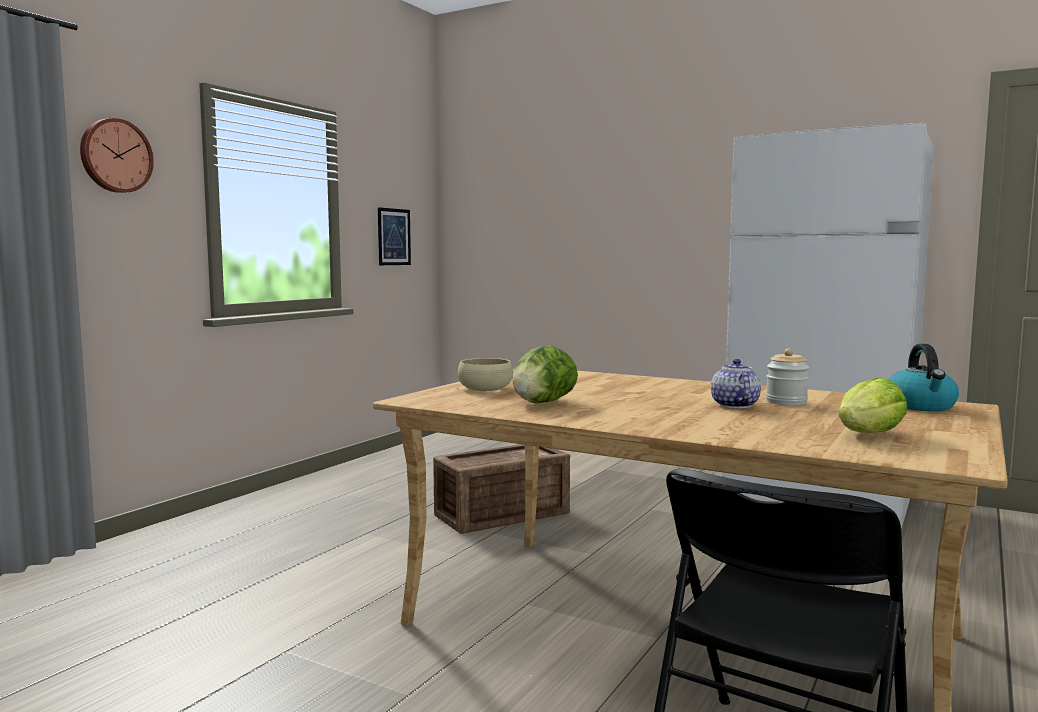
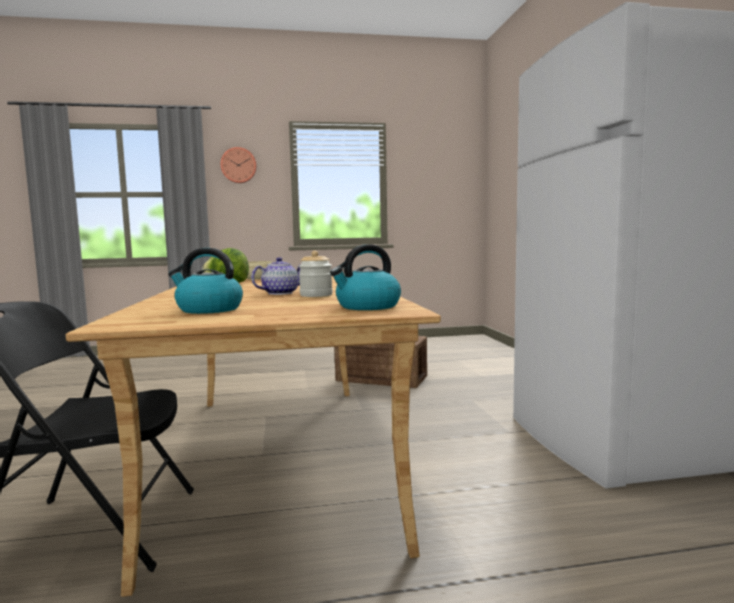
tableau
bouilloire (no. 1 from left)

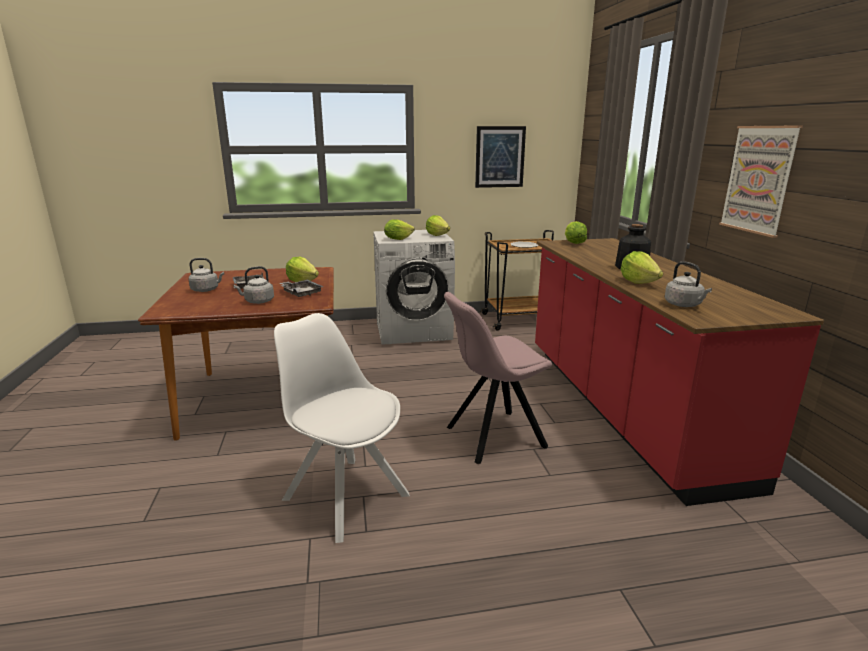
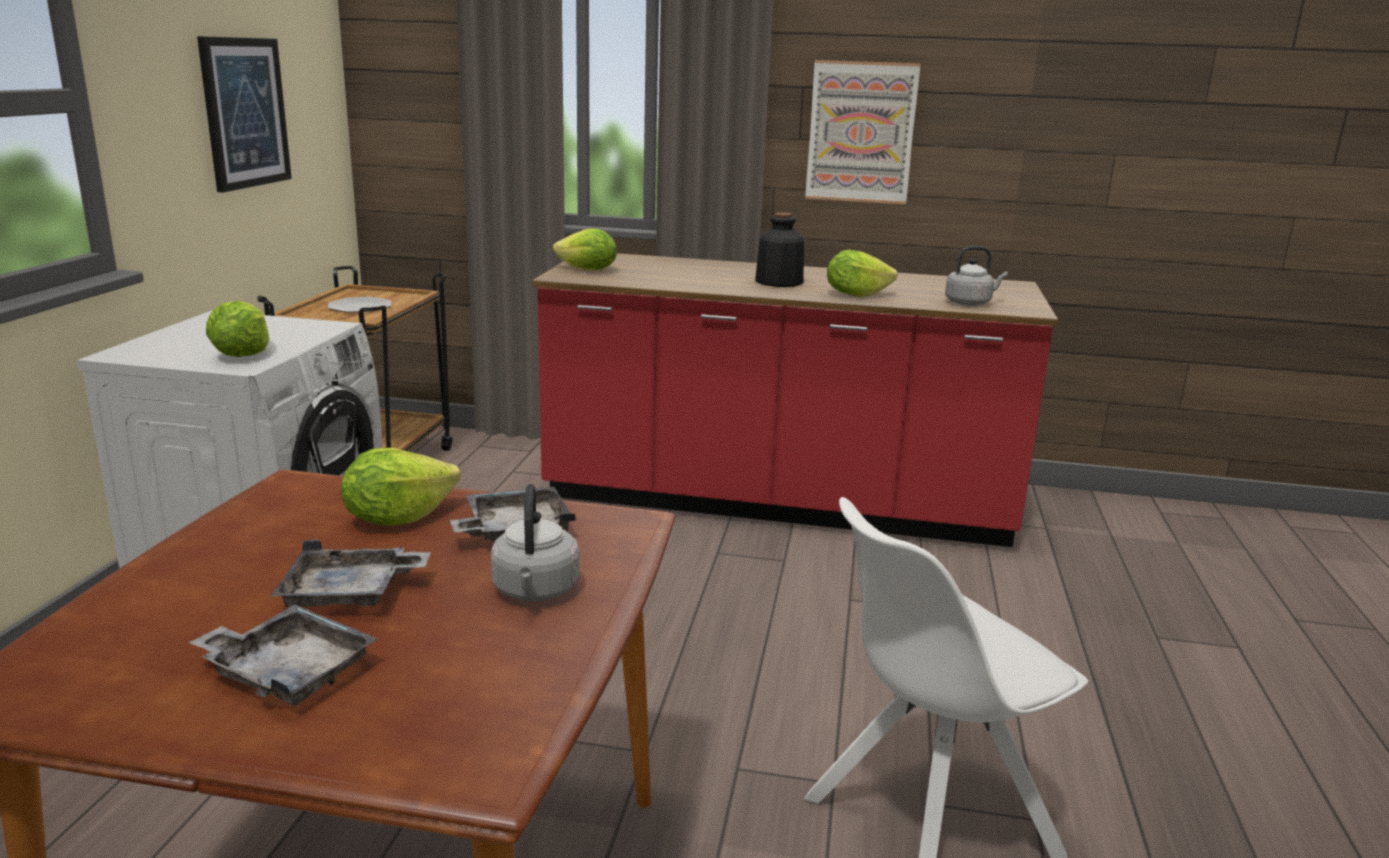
plateau/gris (no. 1 from left)
laitue (no. 3 from left in the first image)
chaise/rose

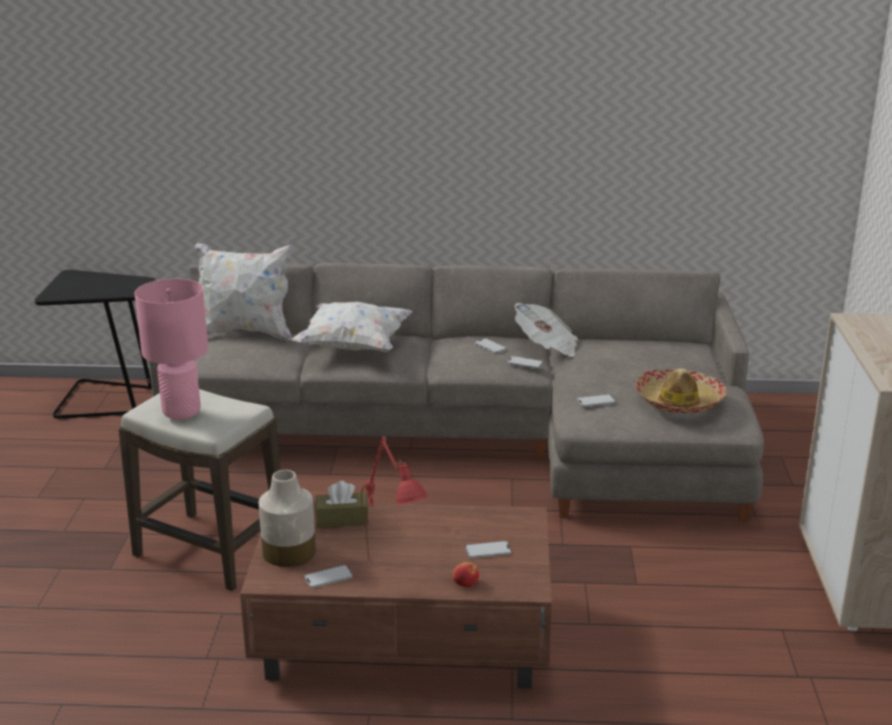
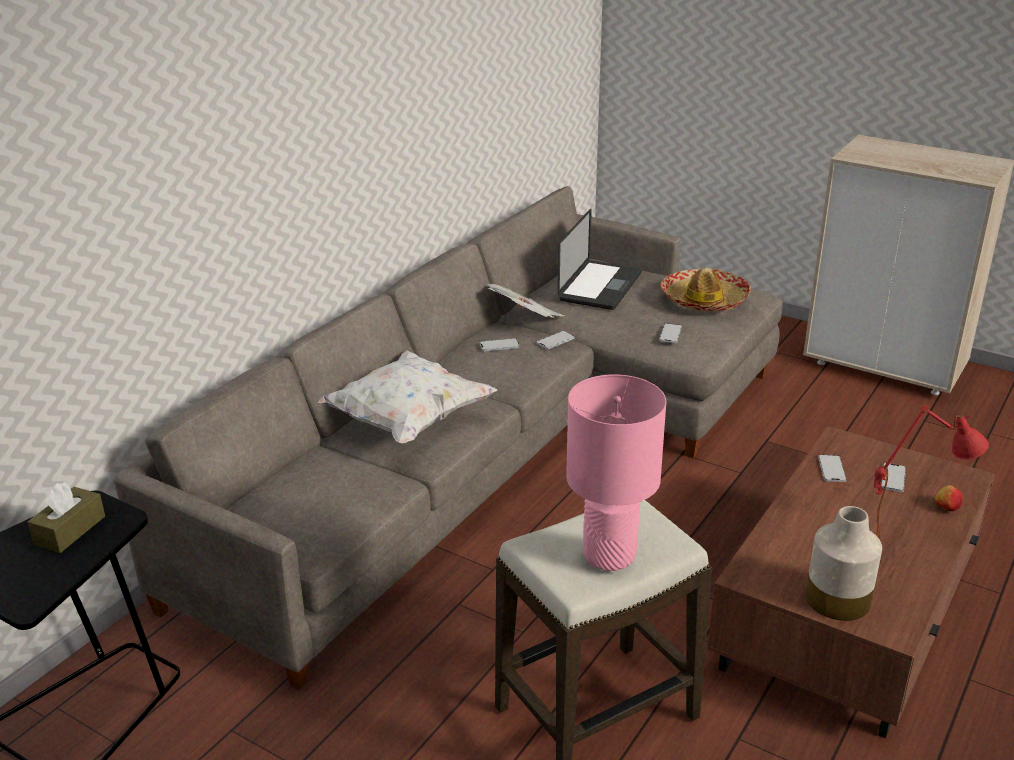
coussin/blanc (no. 1 from left in the first image)
téléphone (no. 4 from left)
boîte à mouchoirs/marron
ordinateur portable

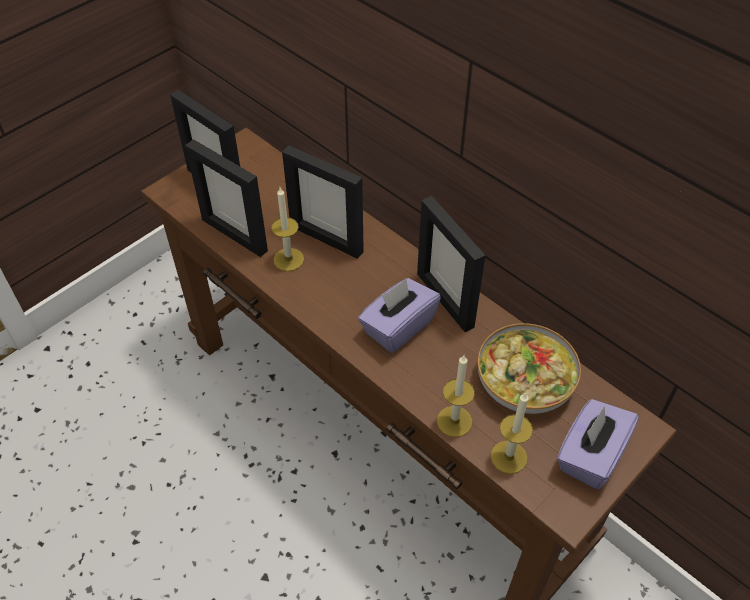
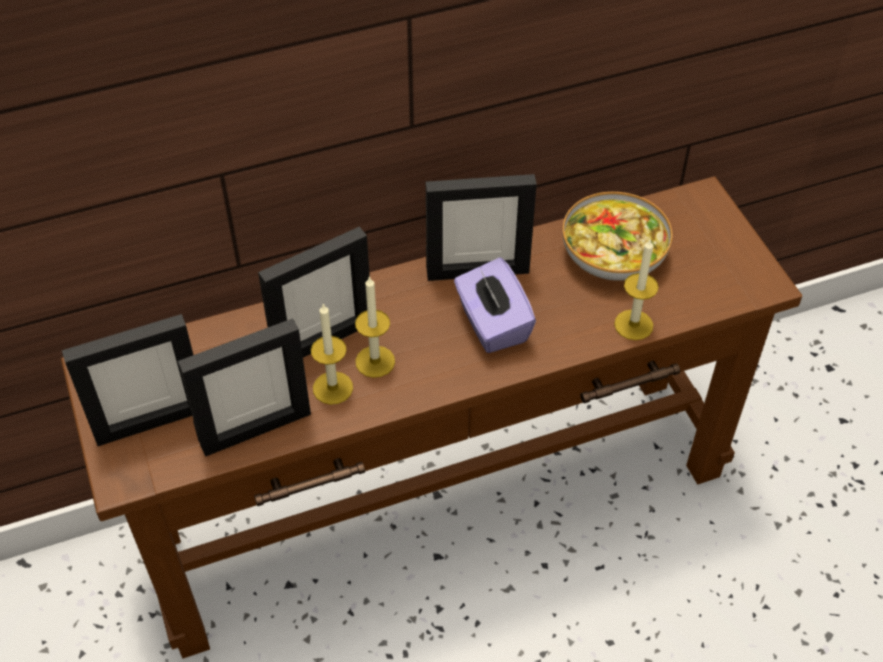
bougie (no. 2 from left)
boîte à mouchoirs/violet (no. 2 from left in the first image)

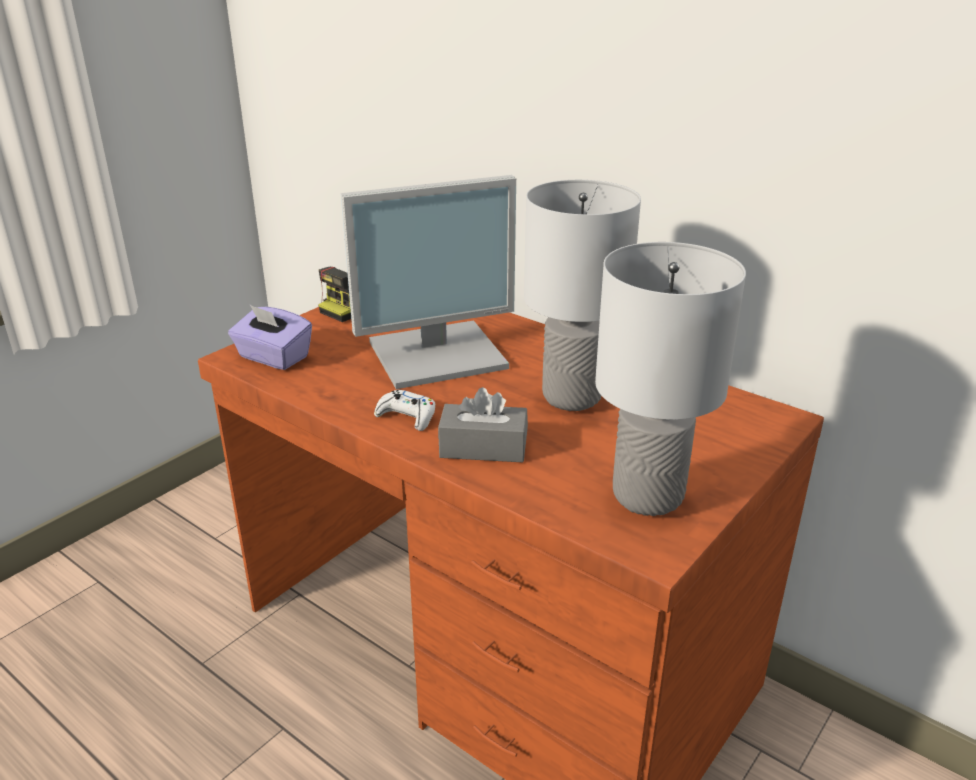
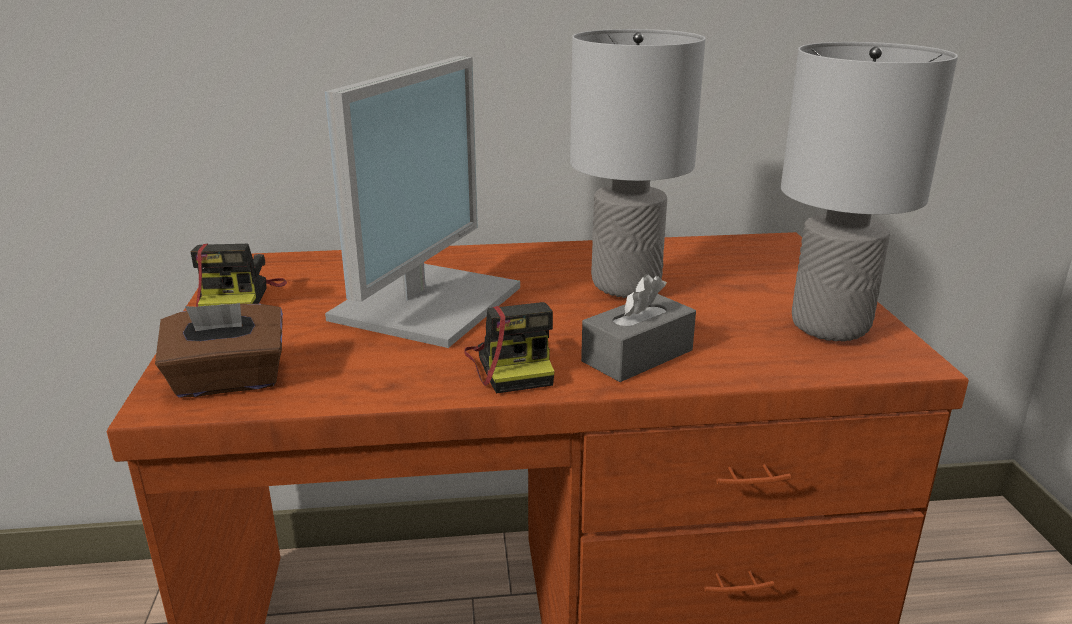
boîte à mouchoirs/marron
appareil photo (no. 2 from left)

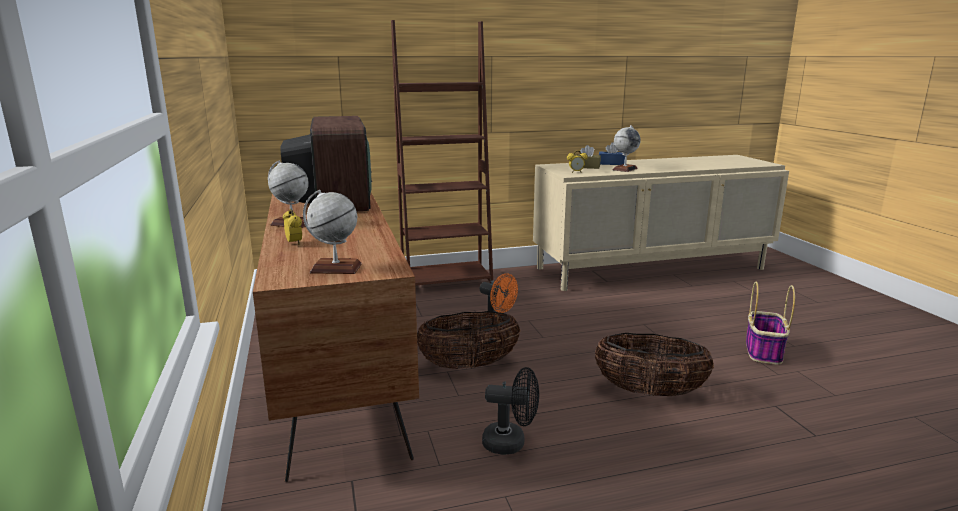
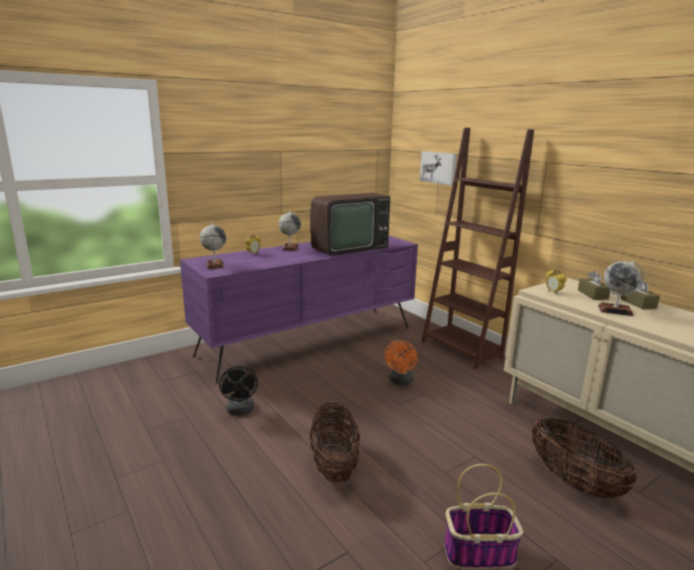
meuble télé/violet
panier (no. 3 from left)
boîte à mouchoirs/marron (no. 2 from left)
tableau

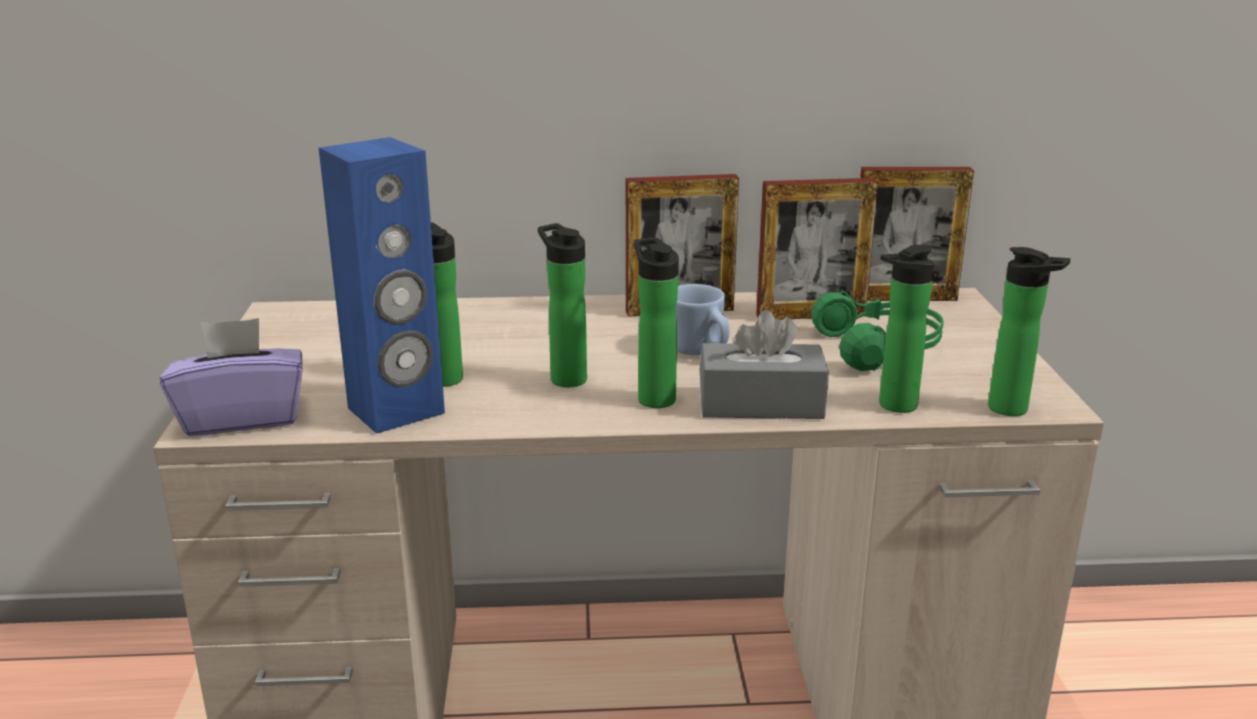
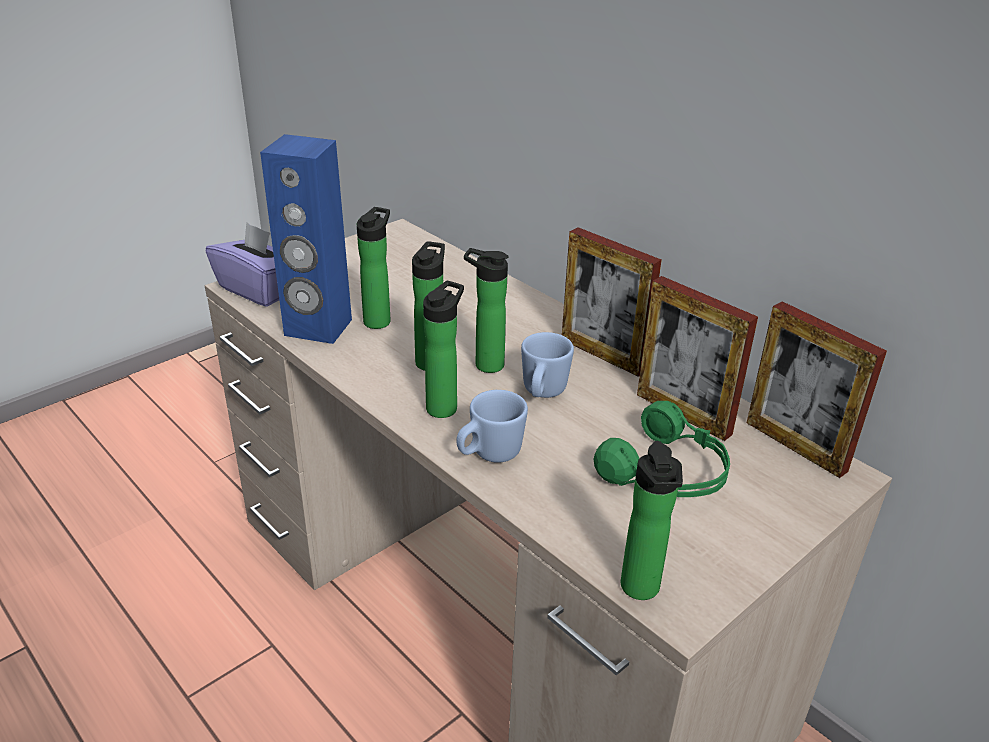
mug/bleu (no. 1 from left)
bouteille (no. 4 from left)

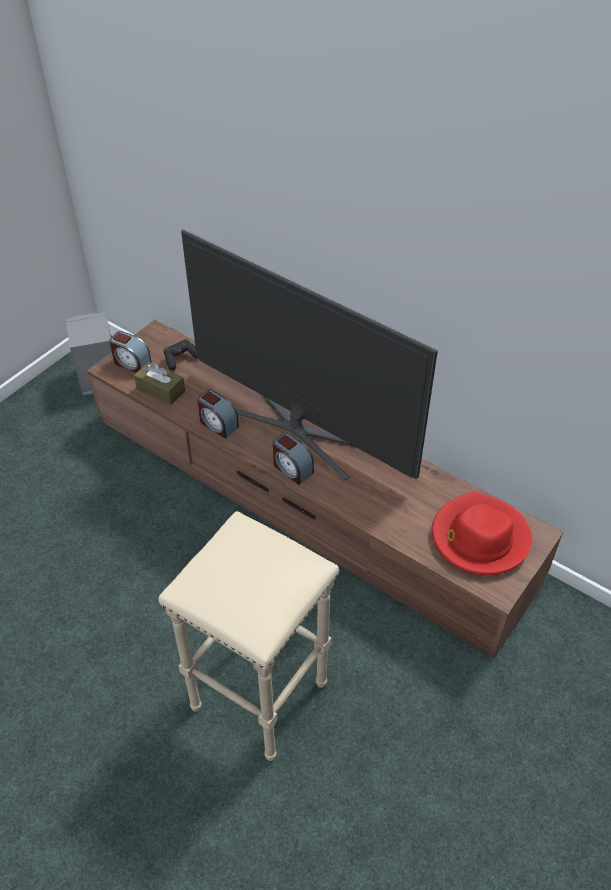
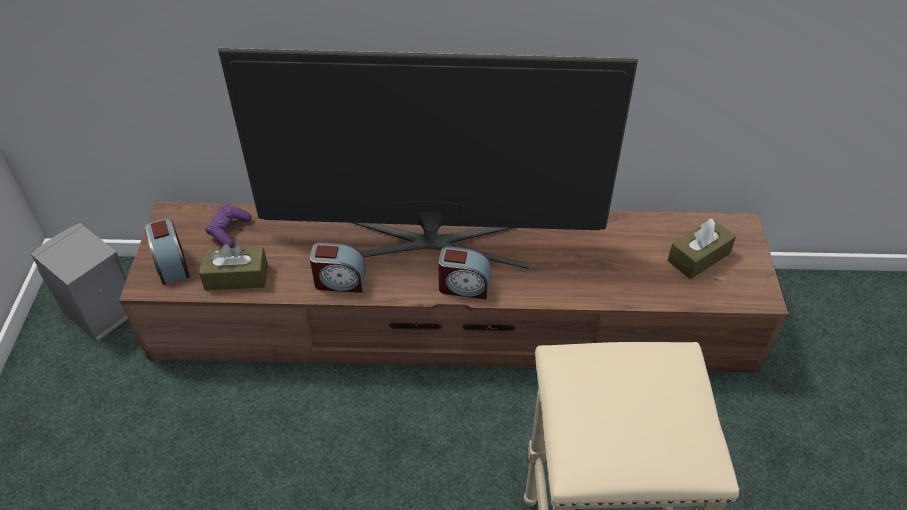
réveil (no. 1 from left)
manette/violet
boîte à mouchoirs/marron (no. 2 from left)

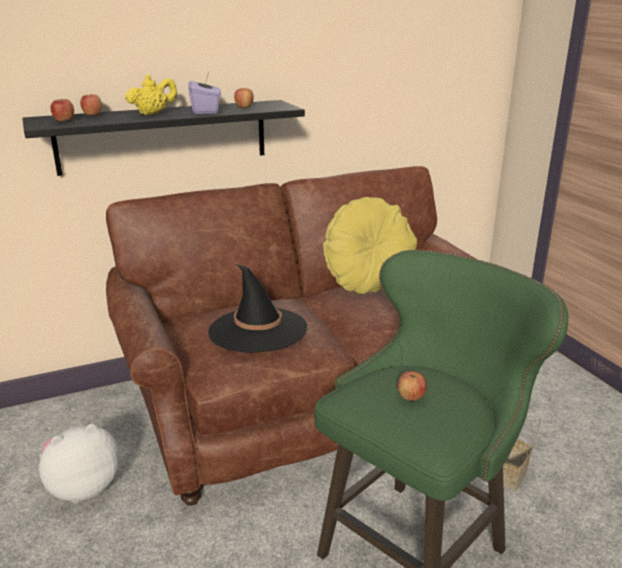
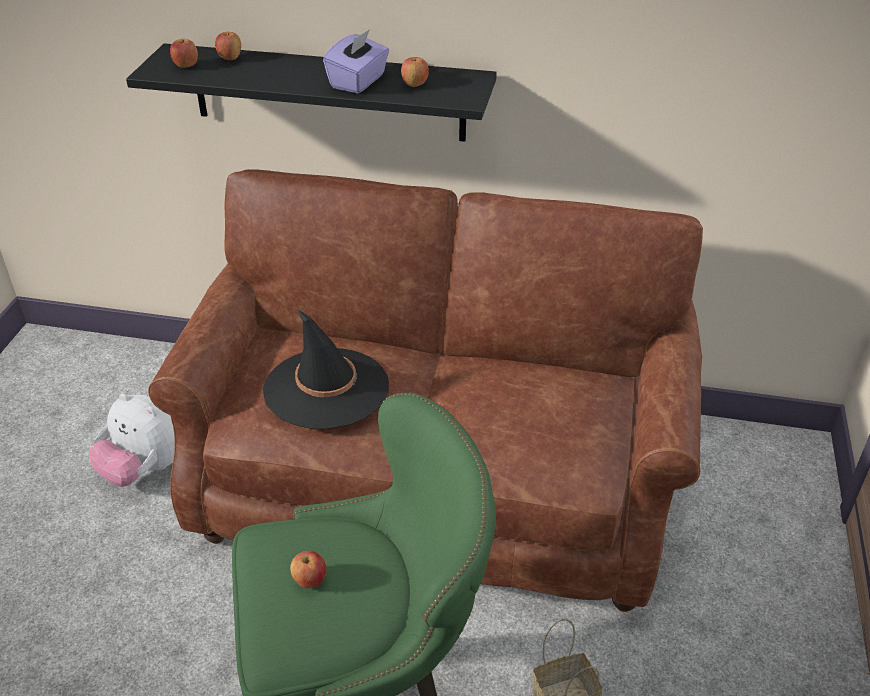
peluche
théière/jaune
coussin/jaune

